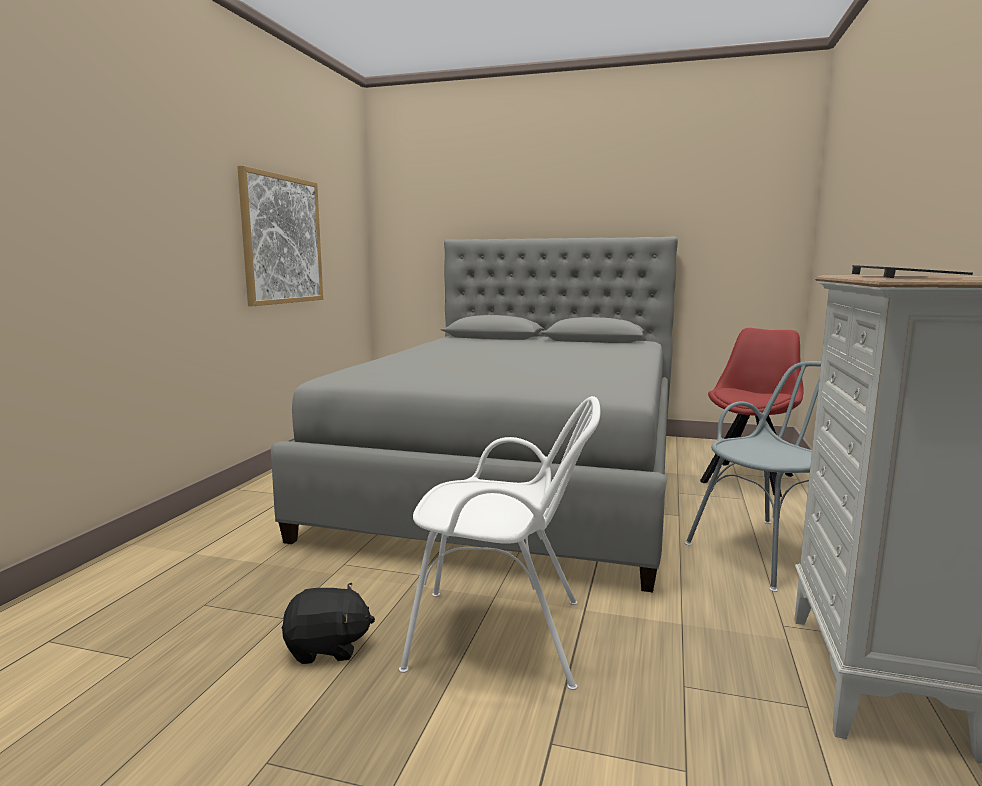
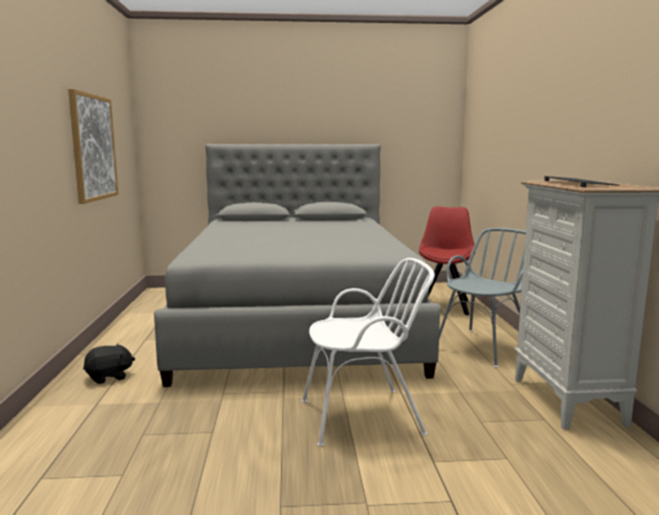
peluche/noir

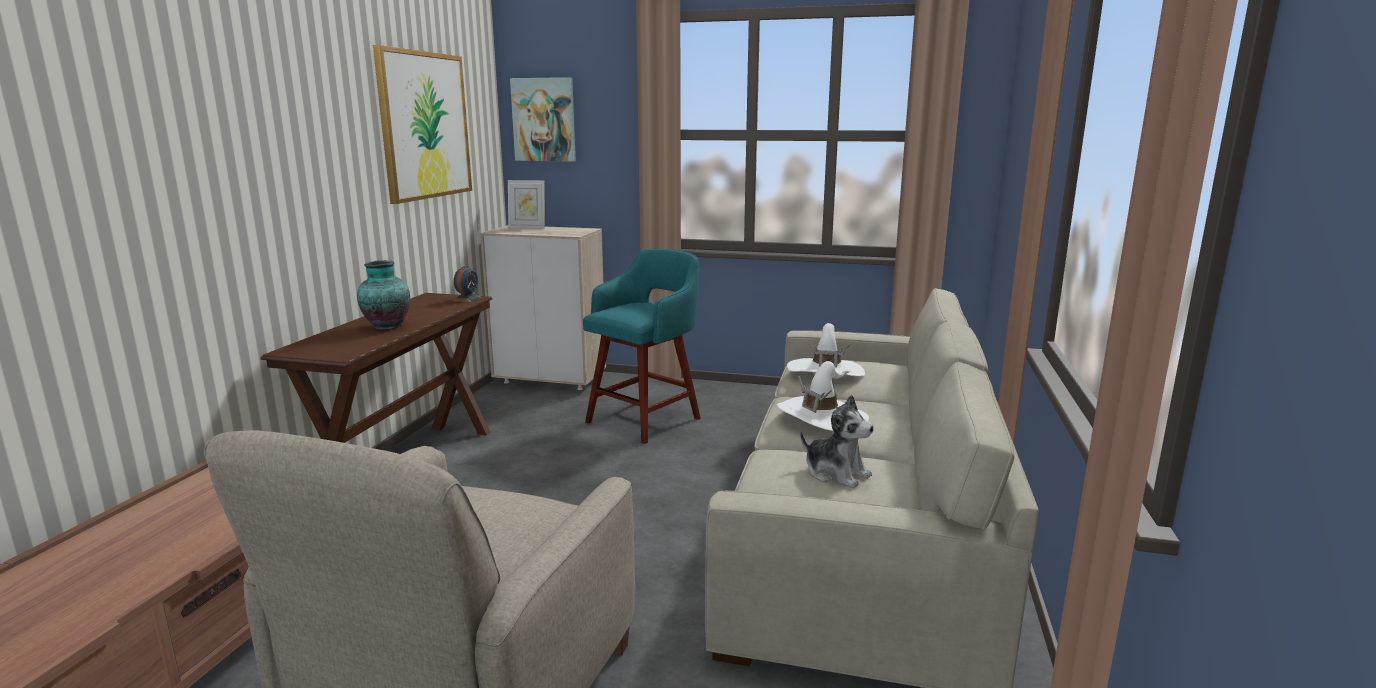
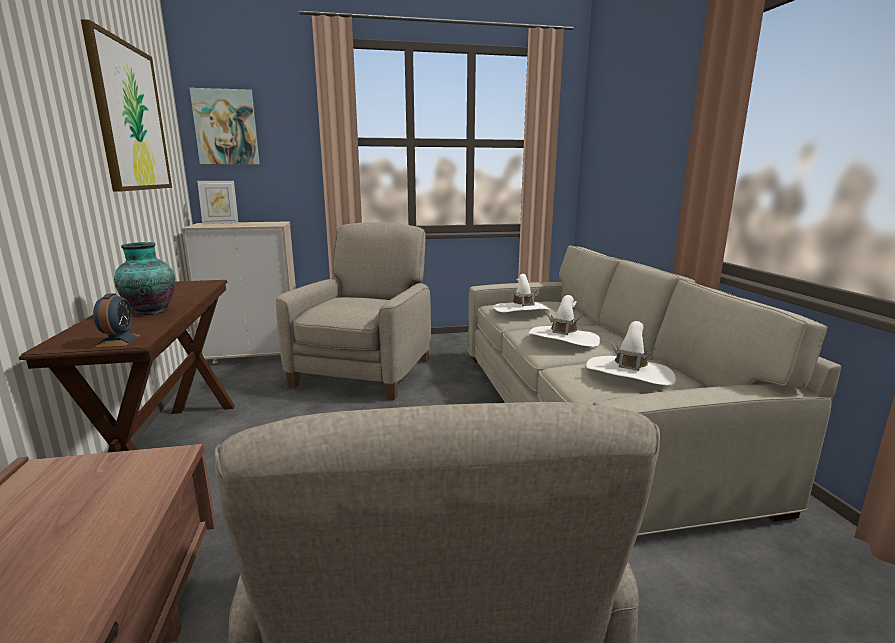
réveil
fauteuil/beige (no. 1 from left)
chapeau/blanc (no. 3 from left)

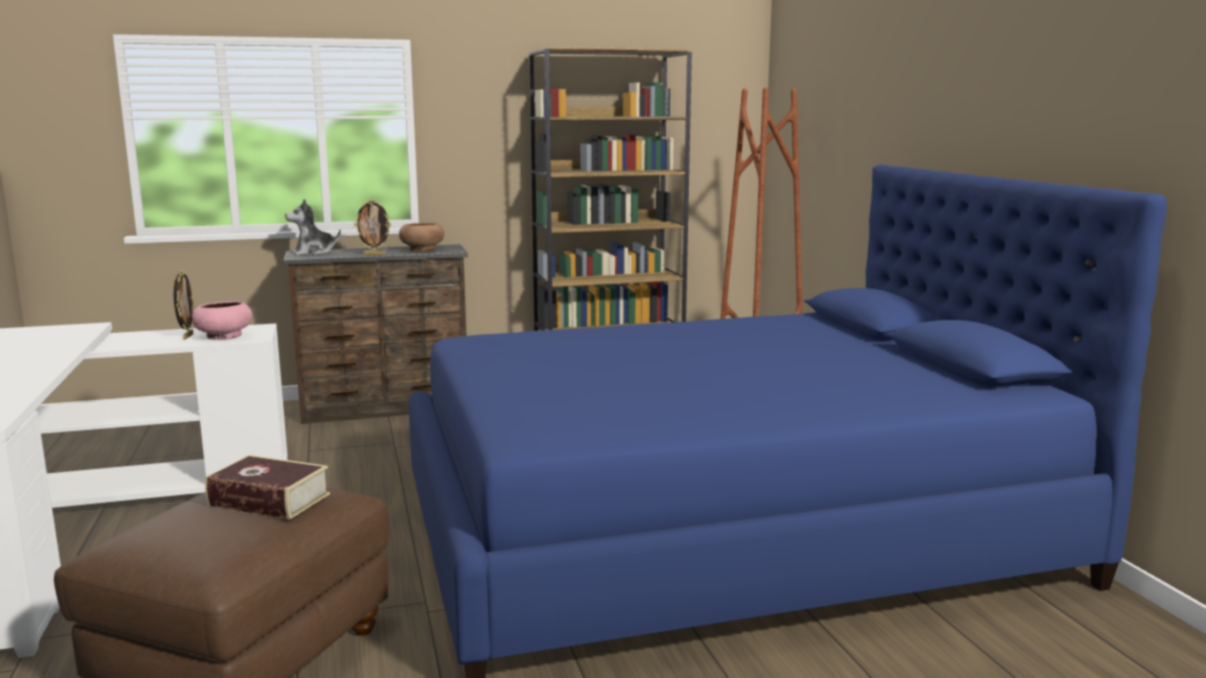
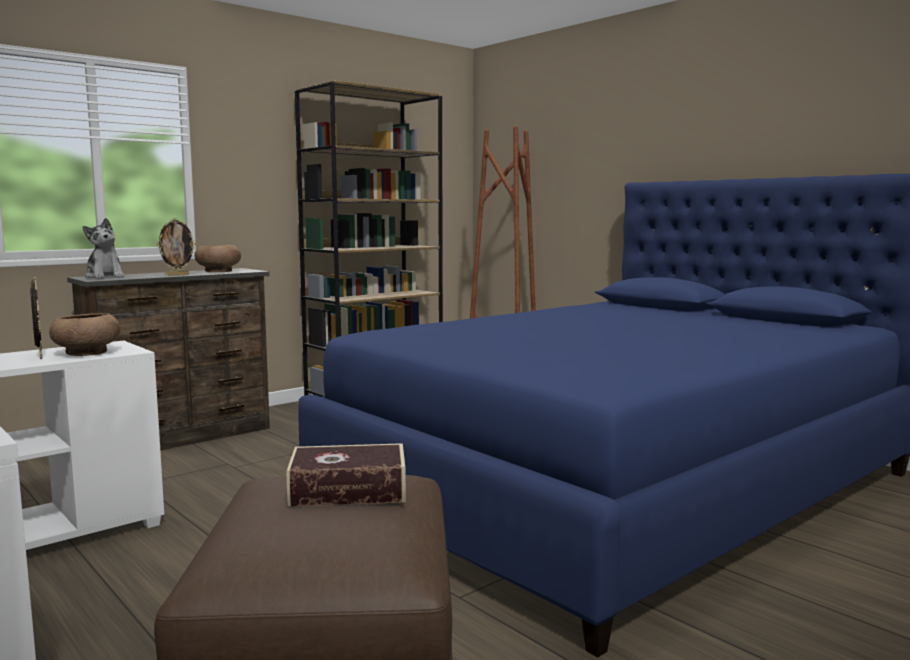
bol/marron (no. 1 from left)
peluche

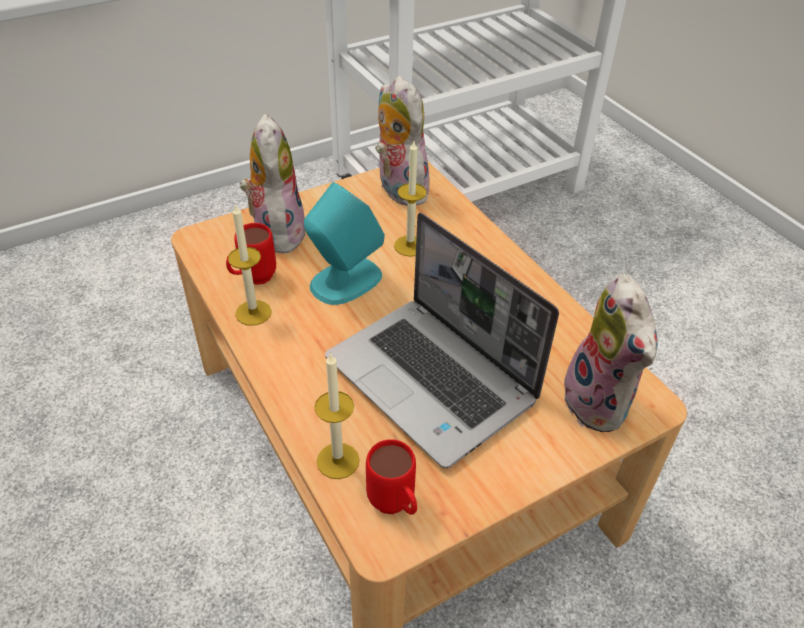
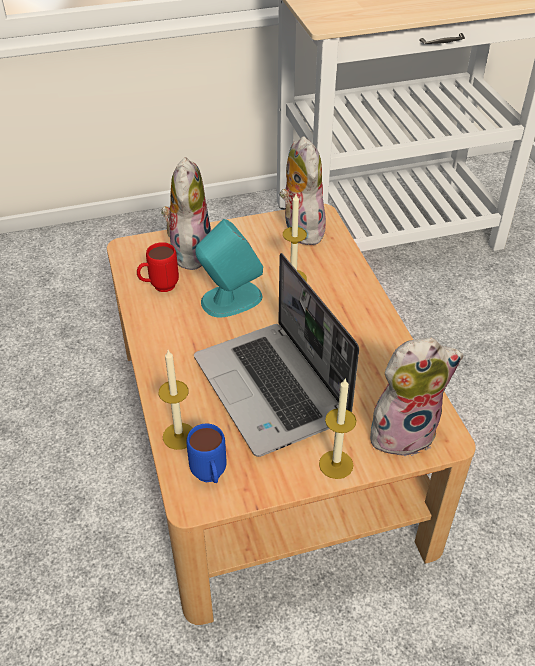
bougie (no. 3 from left)
mug/bleu
peluche (no. 3 from left)

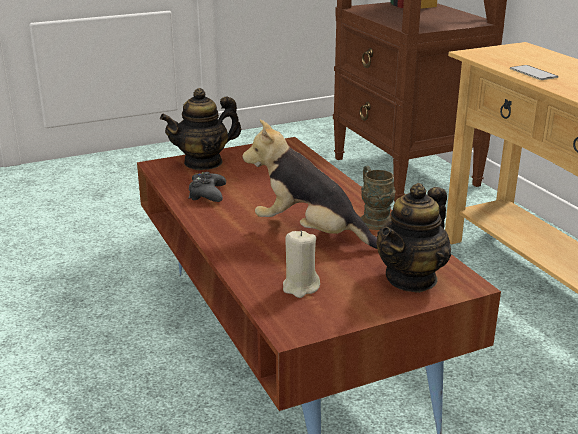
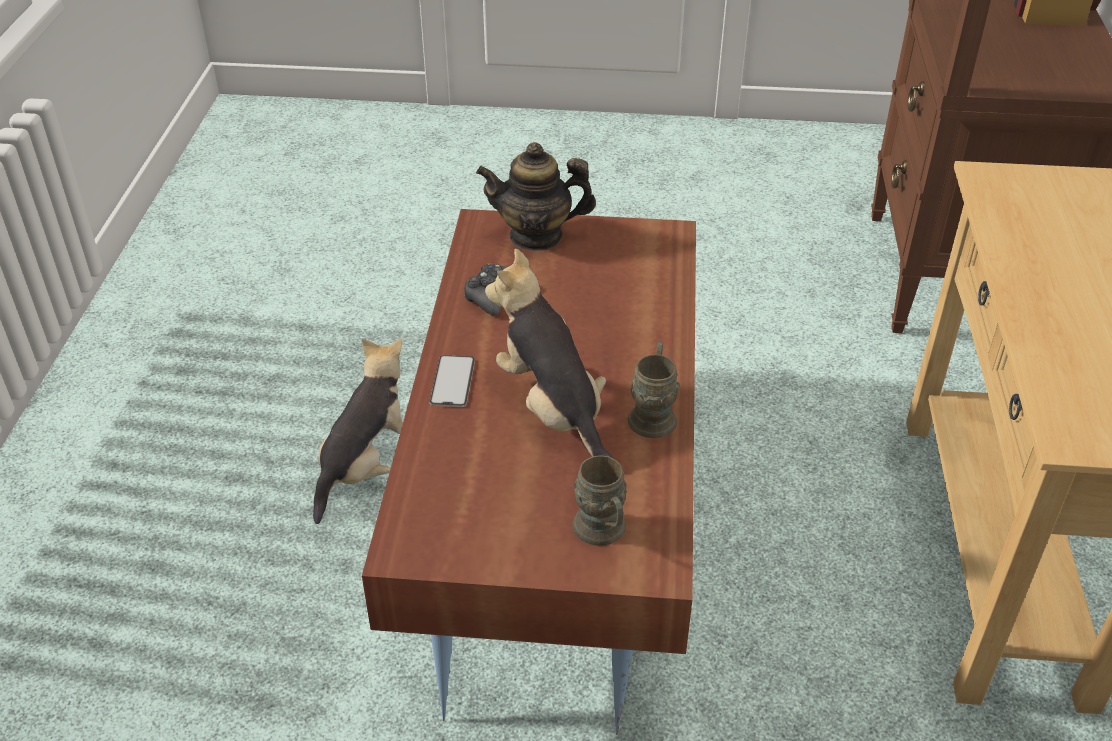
bougie/beige
mug/marron (no. 1 from left)
téléphone
peluche (no. 1 from left)

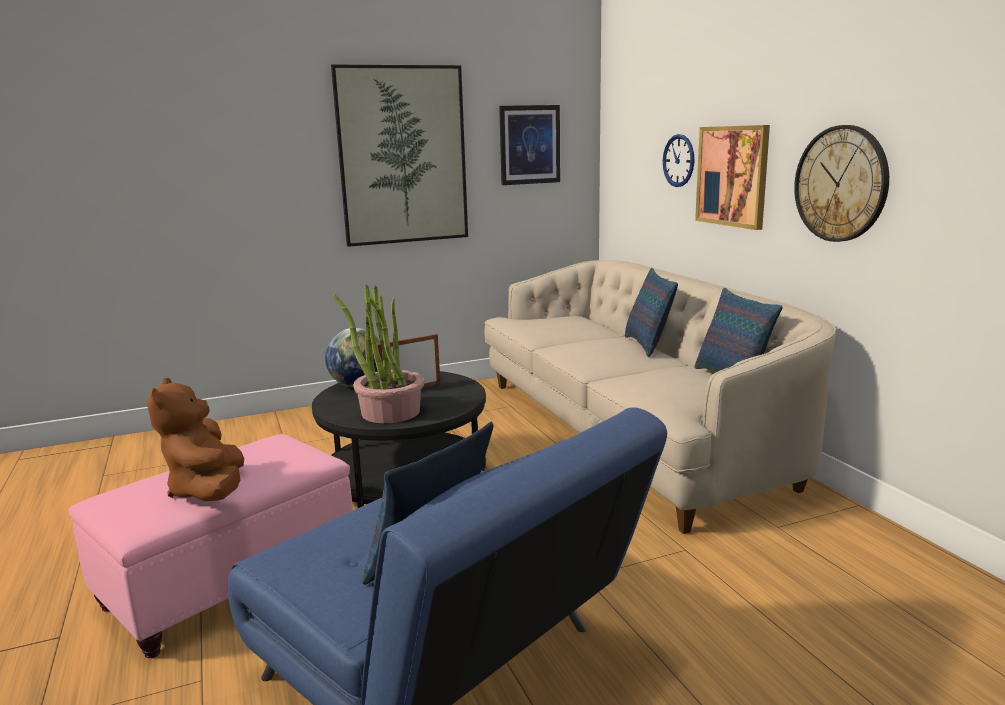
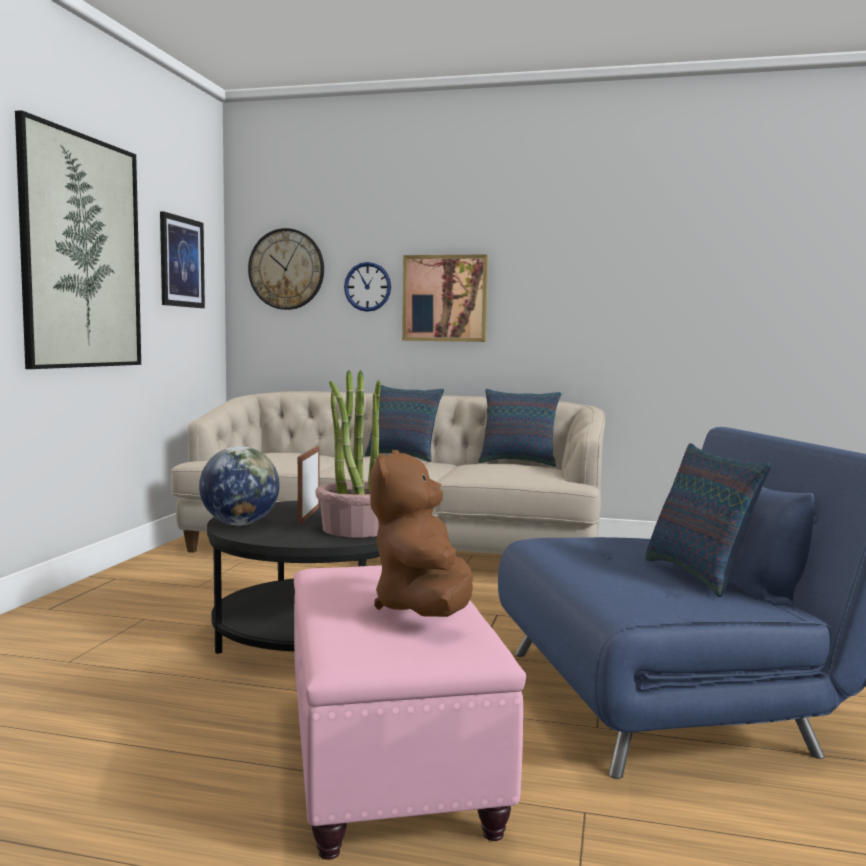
peluche/marron
horloge murale (no. 1 from left)

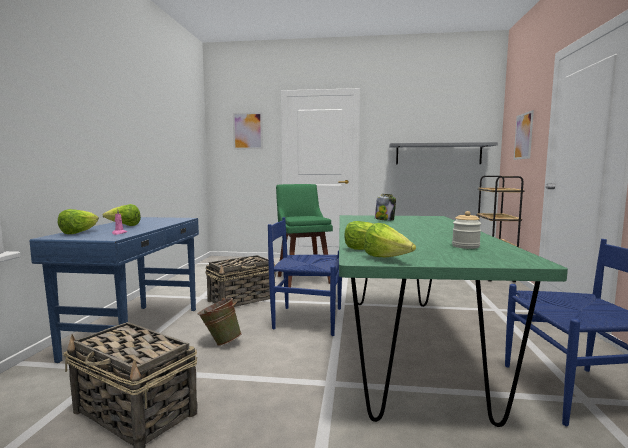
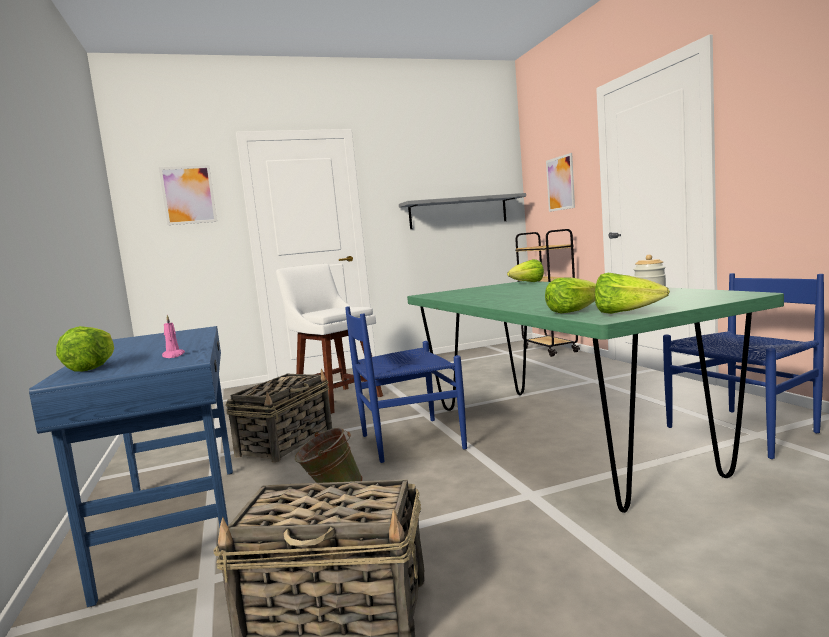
laitue (no. 2 from left)
tabouret/blanc
bocal (no. 1 from left in the first image)

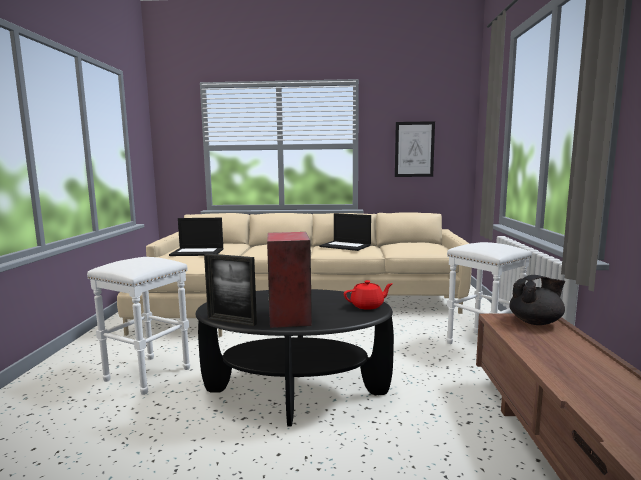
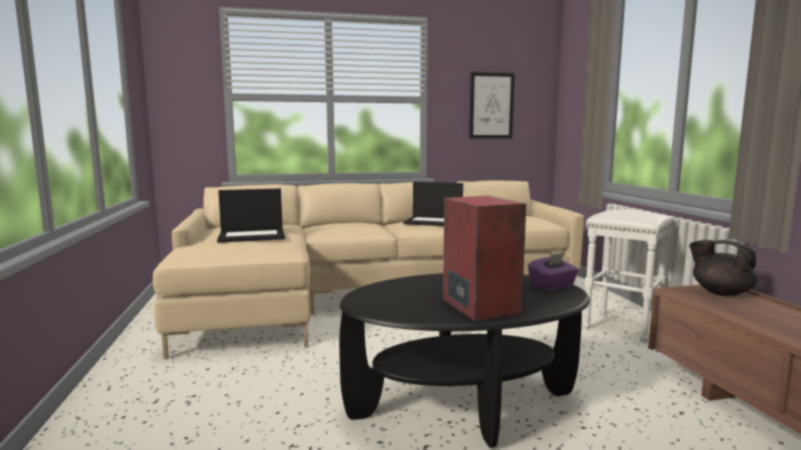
tabouret/blanc (no. 1 from left in the first image)
cadre photo
boîte à mouchoirs/violet
théière/noir

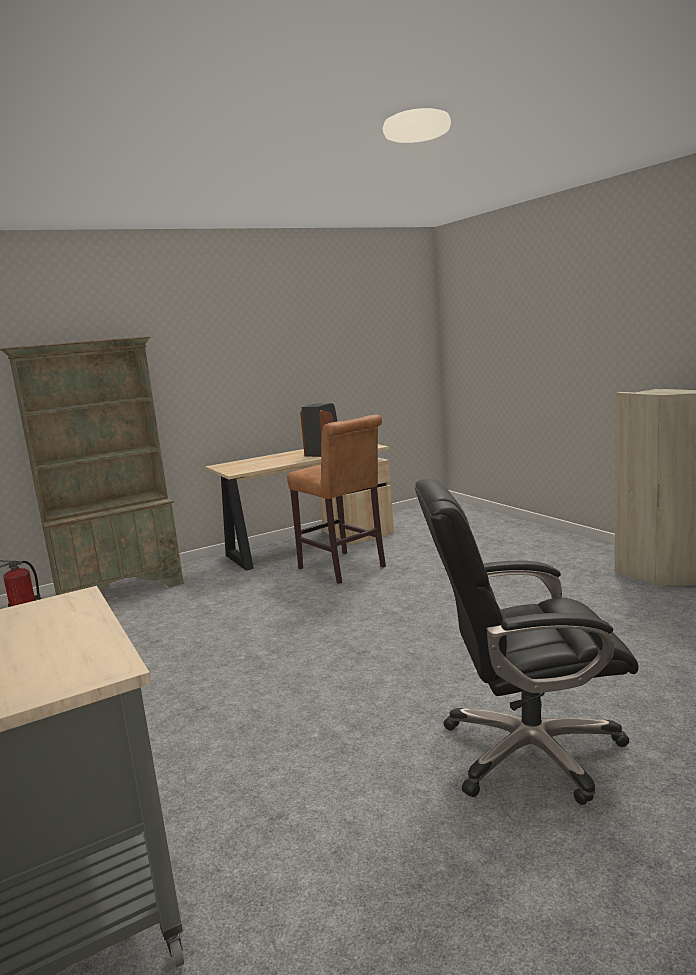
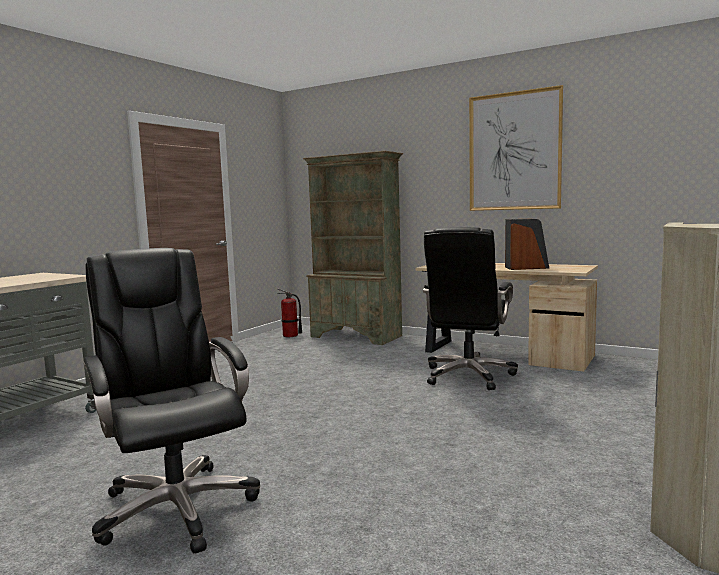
chaise de bureau/noir (no. 2 from left)
tableau

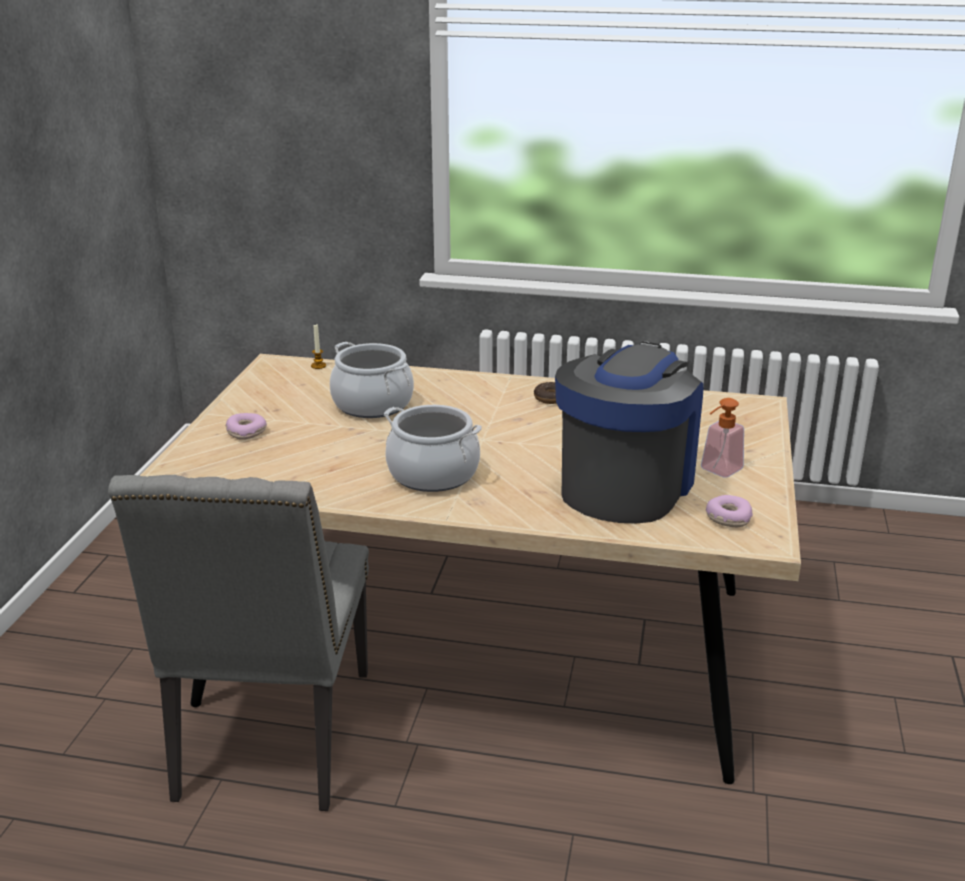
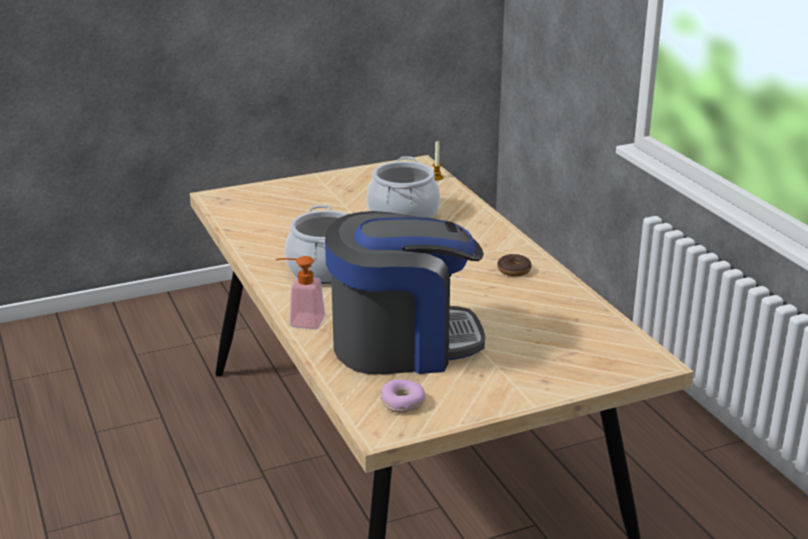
chaise/gris
beignet (no. 1 from left in the first image)
distributeur de savon

